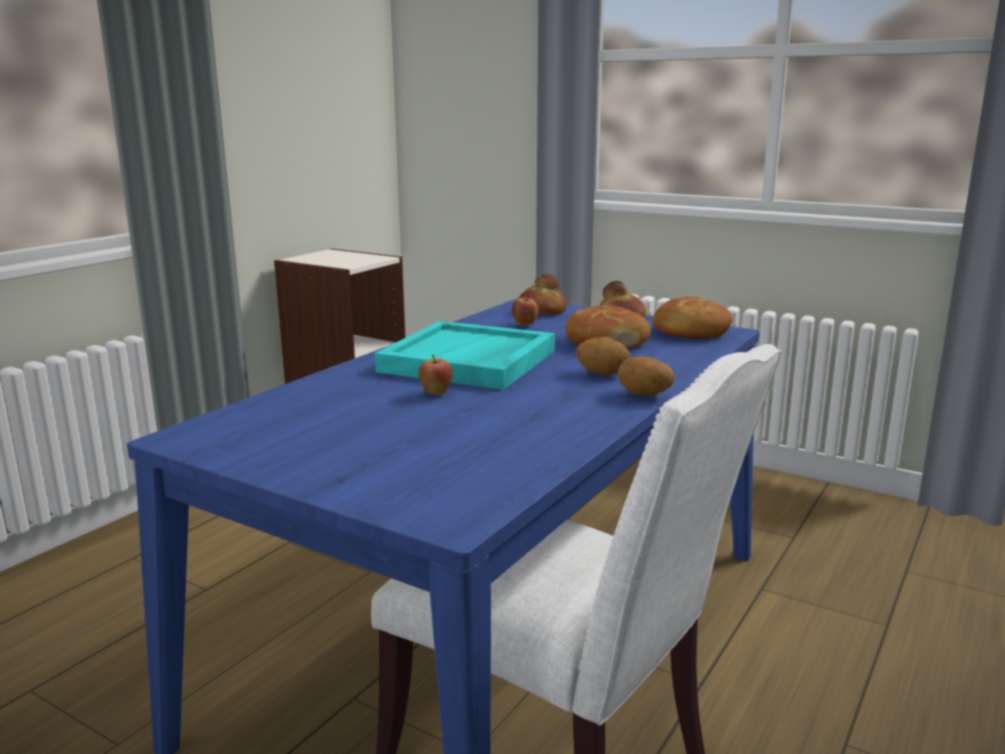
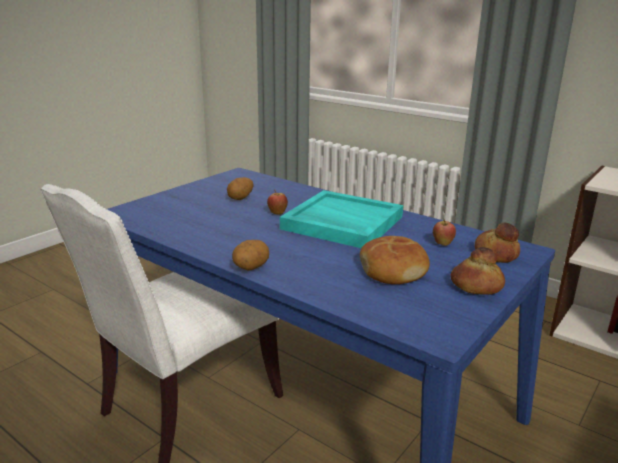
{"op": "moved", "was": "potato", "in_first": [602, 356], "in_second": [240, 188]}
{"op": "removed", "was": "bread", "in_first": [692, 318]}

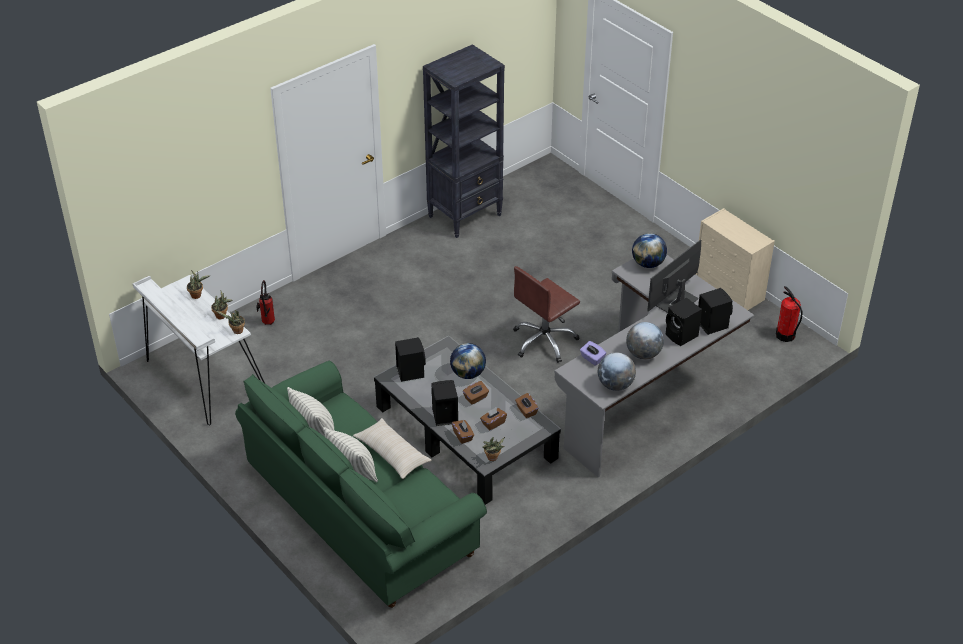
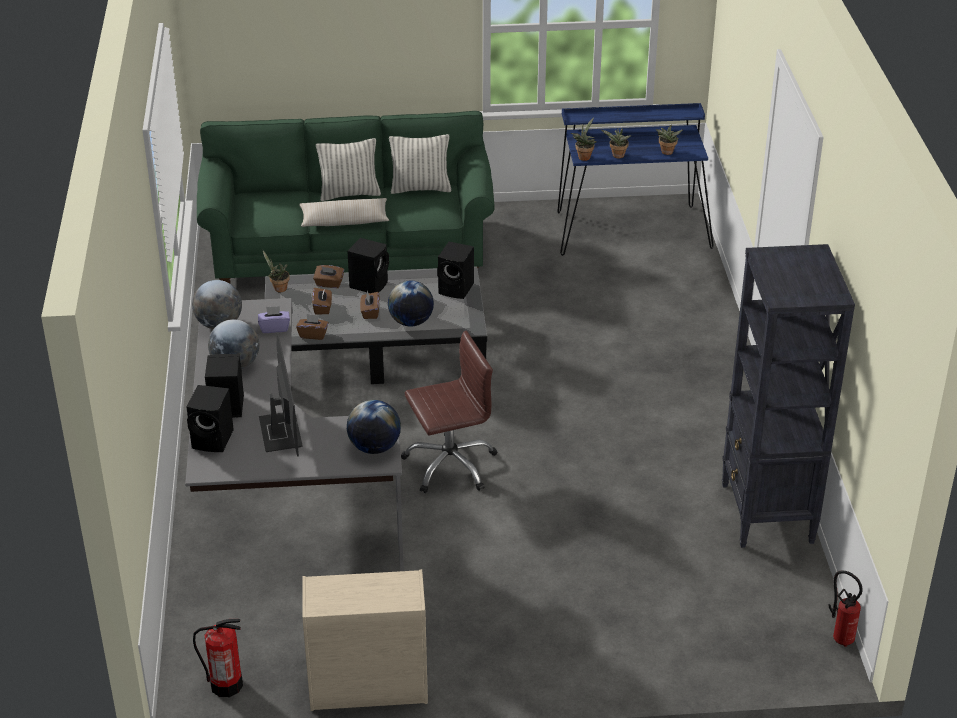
{"op": "recoloured", "was": "white_desk", "now": "blue_desk", "in_first": [199, 350], "in_second": [635, 179]}
{"op": "moved", "was": "fire_extinguisher", "in_first": [265, 302], "in_second": [846, 608]}
{"op": "turned", "was": "brown_office_chair", "in_first": [546, 314], "in_second": [449, 412], "clockwise": 75}

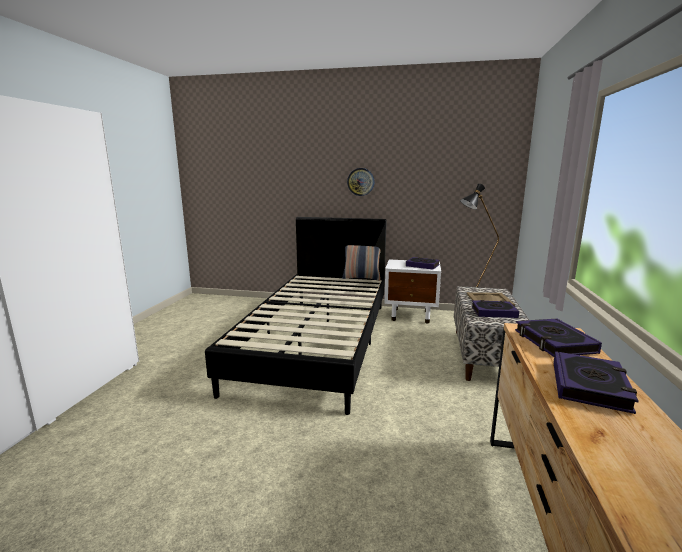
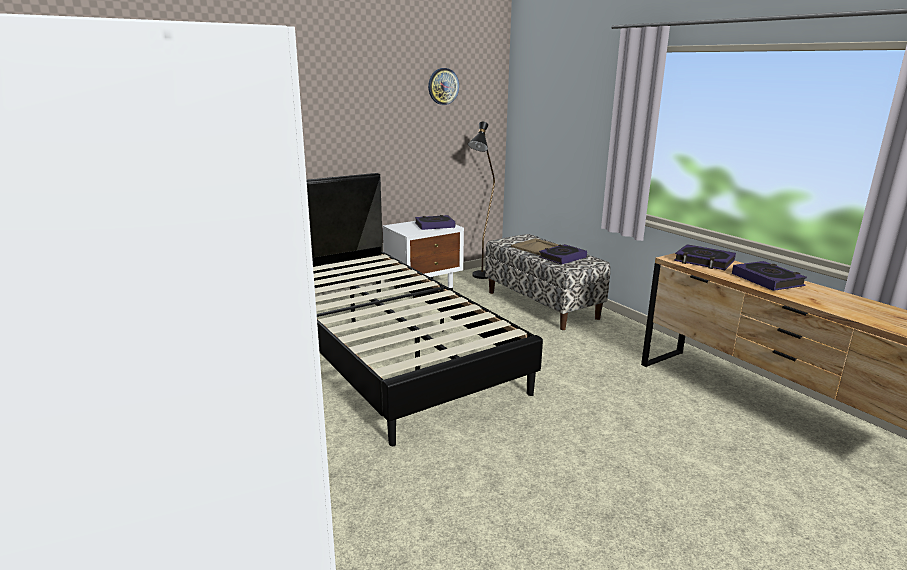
{"op": "removed", "was": "pillow", "in_first": [361, 263]}
{"op": "moved", "was": "wall_clock", "in_first": [360, 182], "in_second": [443, 86]}

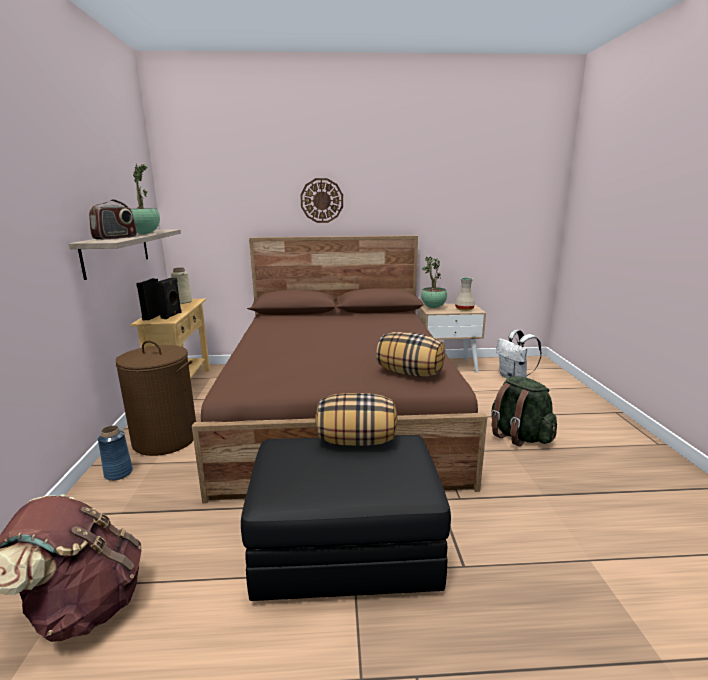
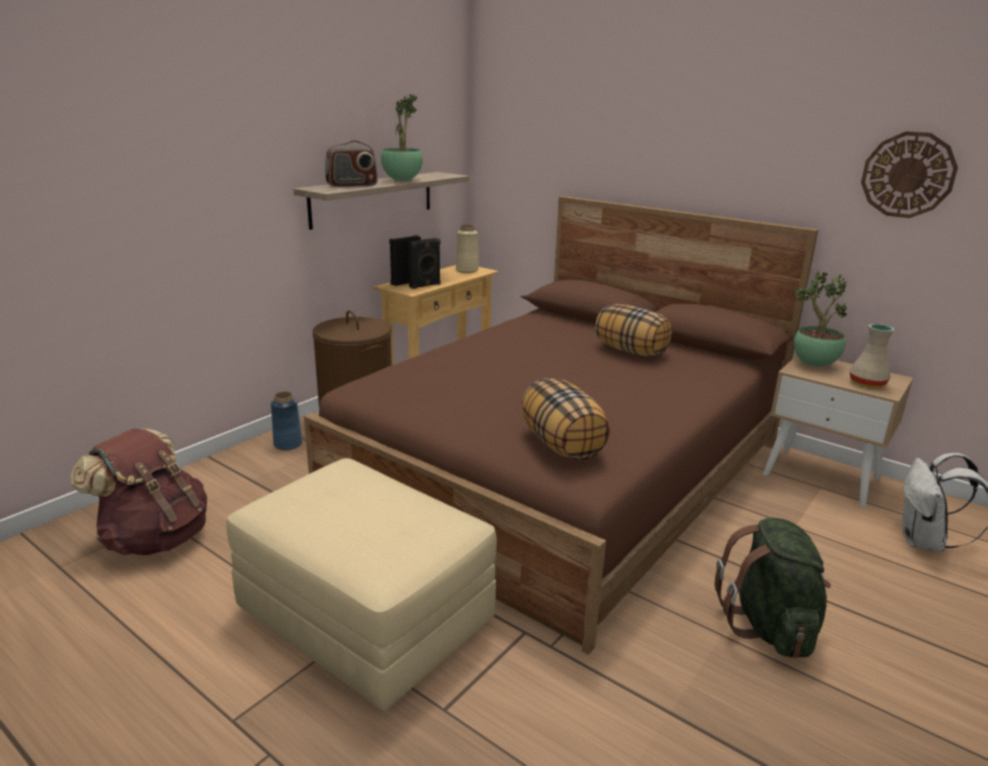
{"op": "recoloured", "was": "black_ottoman", "now": "beige_ottoman", "in_first": [346, 518], "in_second": [362, 584]}
{"op": "moved", "was": "wall_clock", "in_first": [321, 200], "in_second": [909, 174]}
{"op": "moved", "was": "pillow", "in_first": [356, 419], "in_second": [633, 330]}

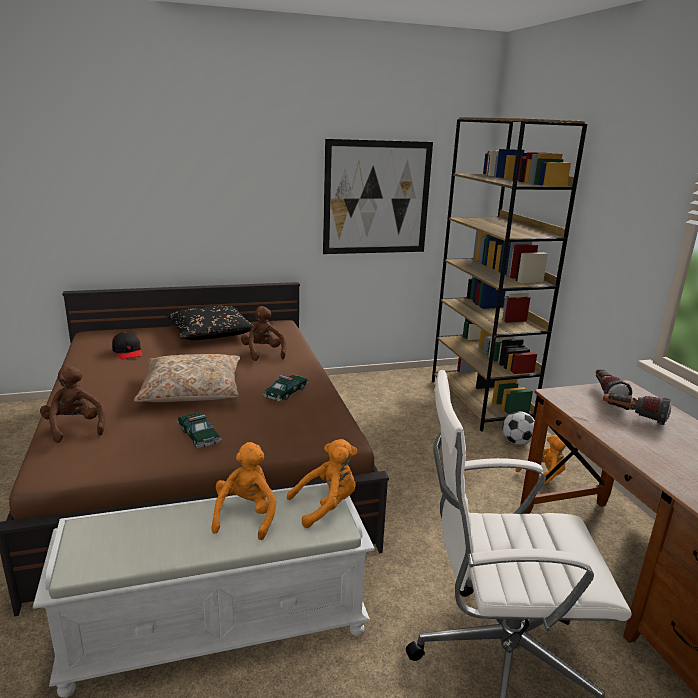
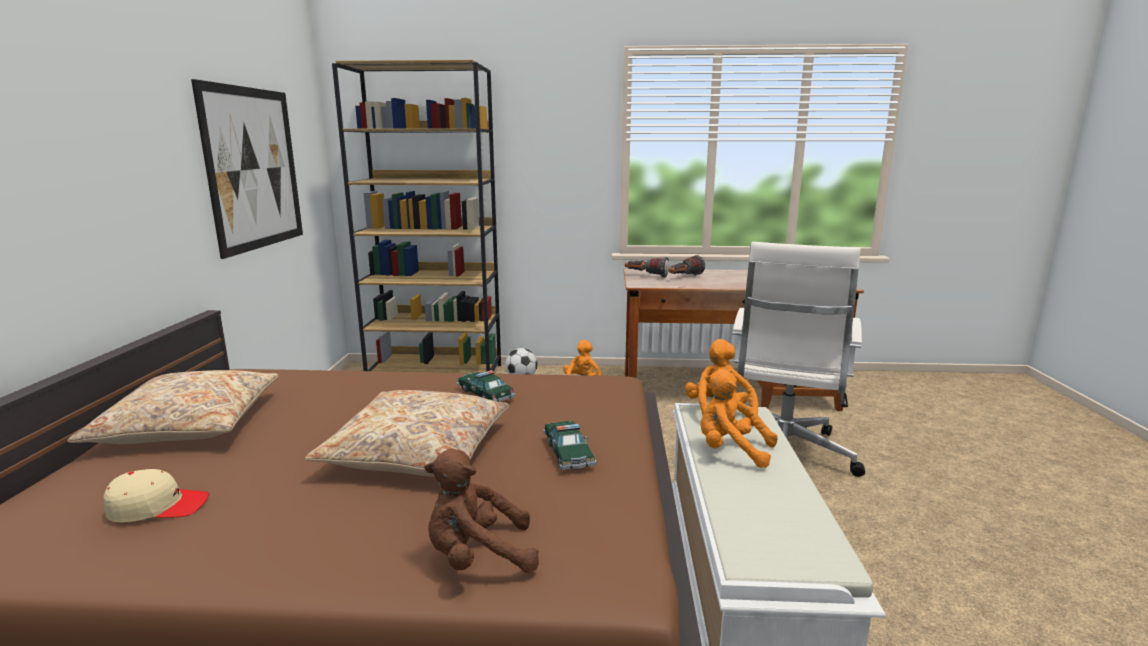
{"op": "recoloured", "was": "black_cap", "now": "beige_cap", "in_first": [127, 346], "in_second": [156, 495]}
{"op": "recoloured", "was": "black_pillow", "now": "beige_pillow", "in_first": [209, 322], "in_second": [173, 407]}
{"op": "turned", "was": "toy_car", "in_first": [199, 430], "in_second": [570, 445], "clockwise": 90}
{"op": "removed", "was": "brown_plush_toy", "in_first": [263, 333]}

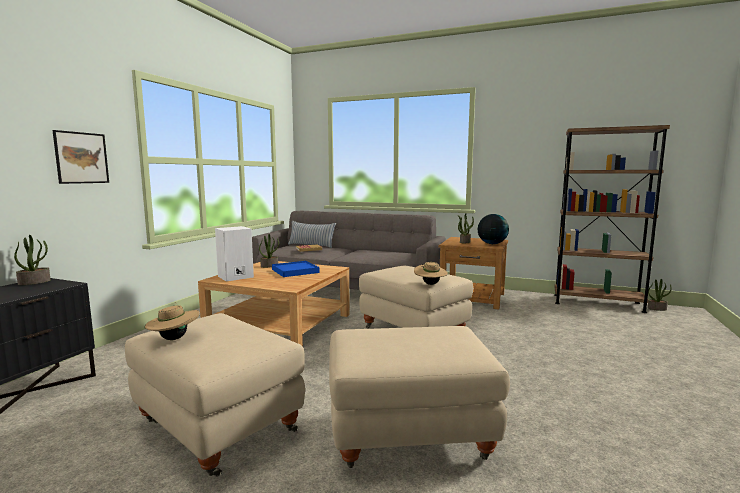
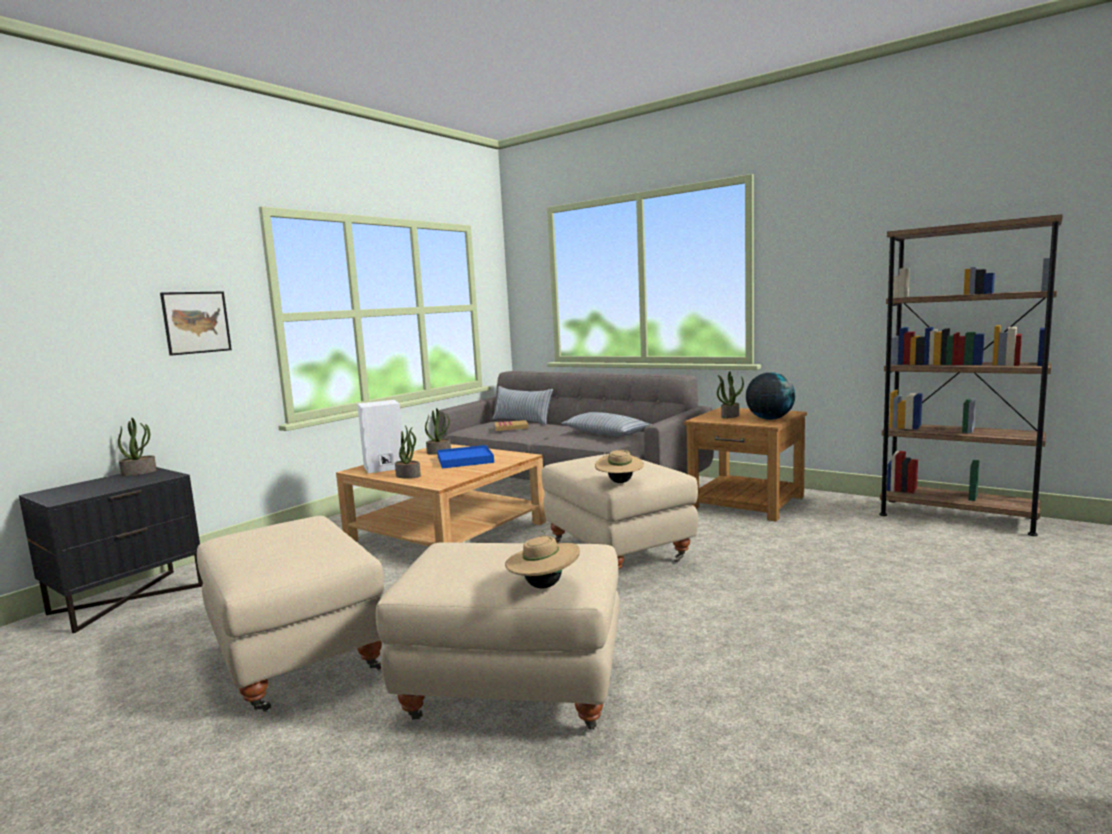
{"op": "moved", "was": "beige_hat", "in_first": [172, 321], "in_second": [542, 559]}
{"op": "moved", "was": "potted_plant", "in_first": [659, 295], "in_second": [408, 452]}
{"op": "added", "now": "pillow", "in_second": [606, 424]}

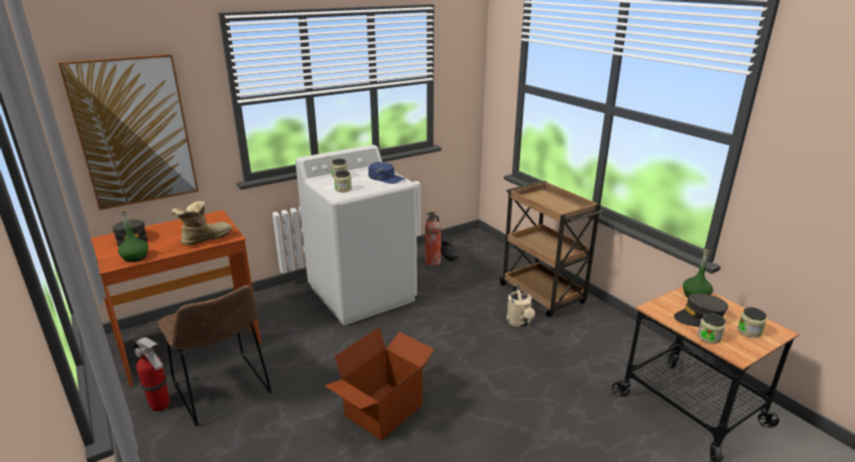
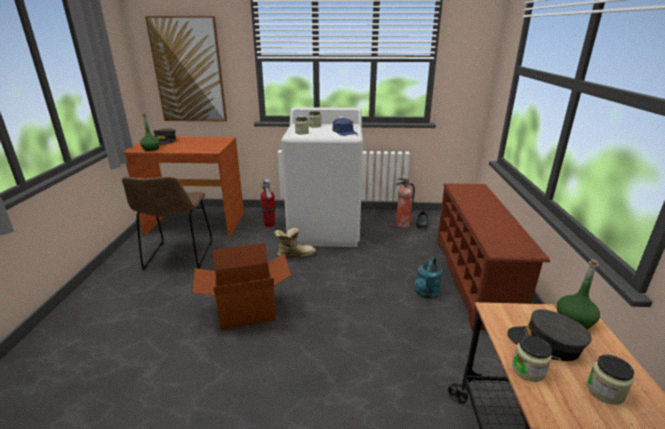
{"op": "moved", "was": "fire_extinguisher", "in_first": [151, 374], "in_second": [268, 203]}
{"op": "moved", "was": "boot", "in_first": [201, 223], "in_second": [295, 243]}
{"op": "replaced", "was": "brown_cart", "now": "brown_shoe_rack", "in_first": [551, 249], "in_second": [493, 258]}
{"op": "recoloured", "was": "beige_watering_can", "now": "turquoise_watering_can", "in_first": [520, 306], "in_second": [428, 278]}

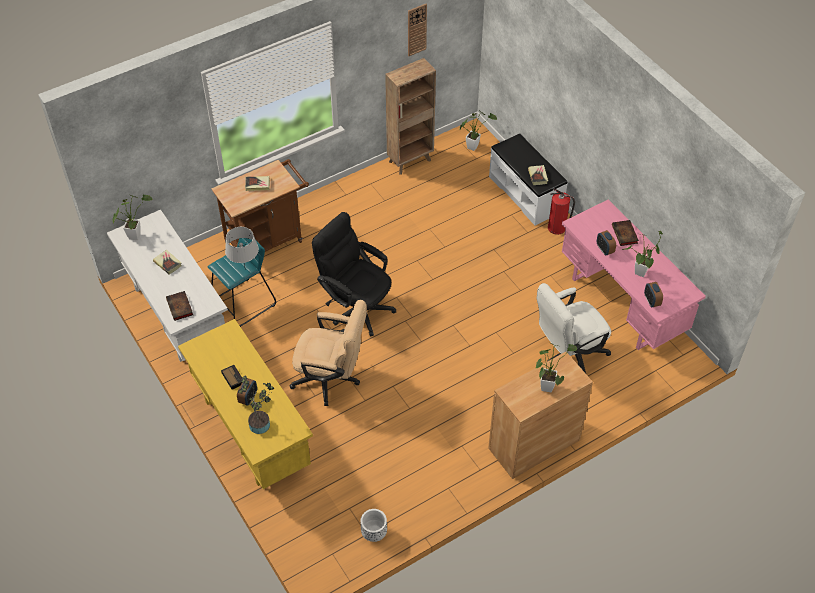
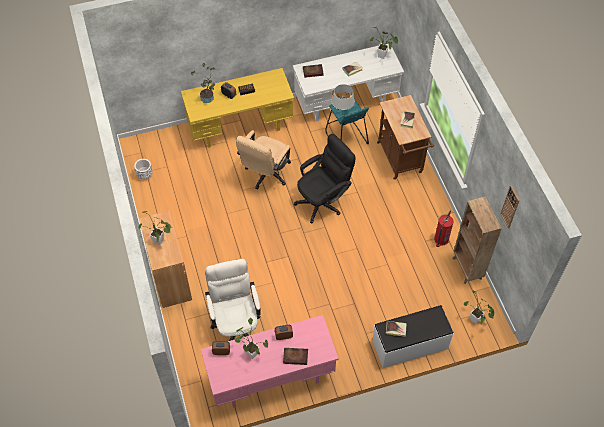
{"op": "moved", "was": "fire_extinguisher", "in_first": [561, 211], "in_second": [444, 228]}

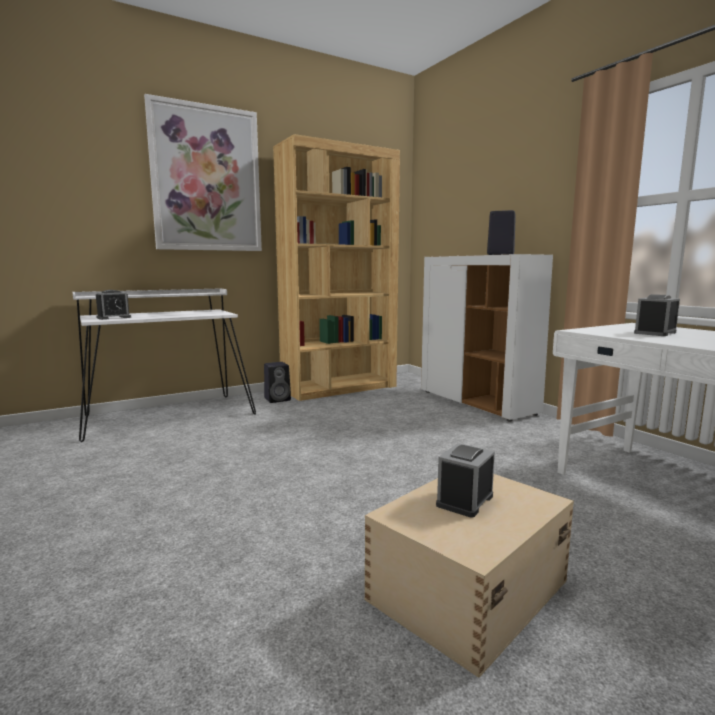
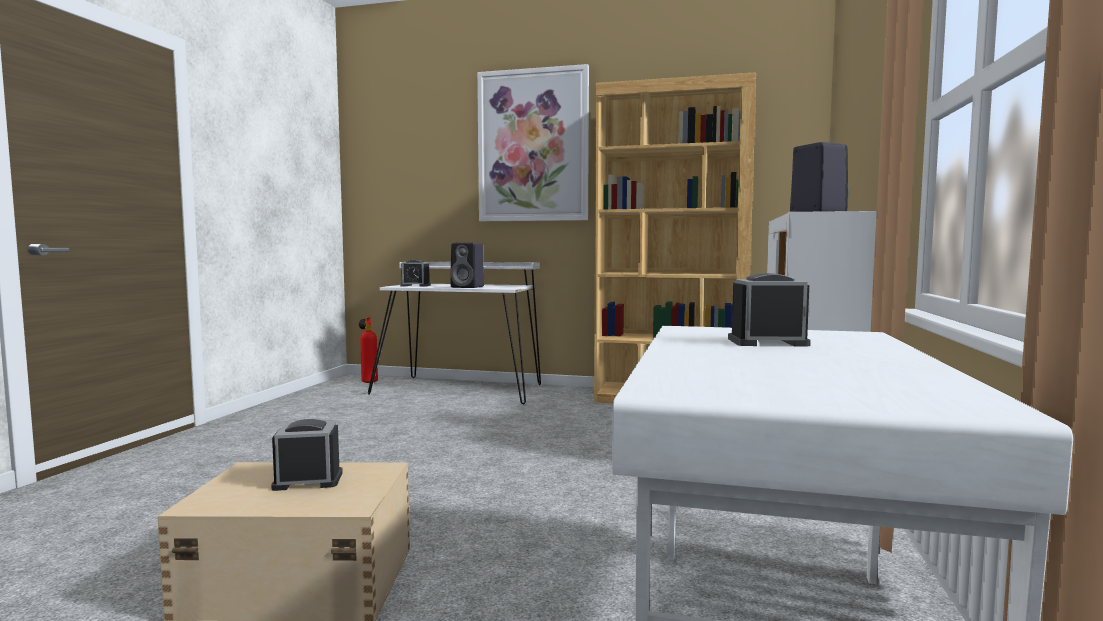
{"op": "moved", "was": "black_speaker", "in_first": [277, 382], "in_second": [467, 265]}
{"op": "added", "now": "fire_extinguisher", "in_second": [368, 350]}

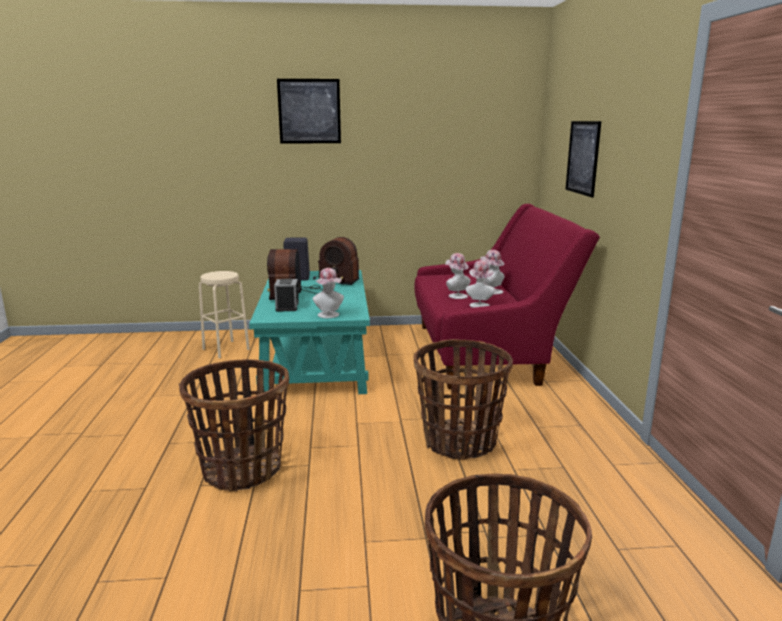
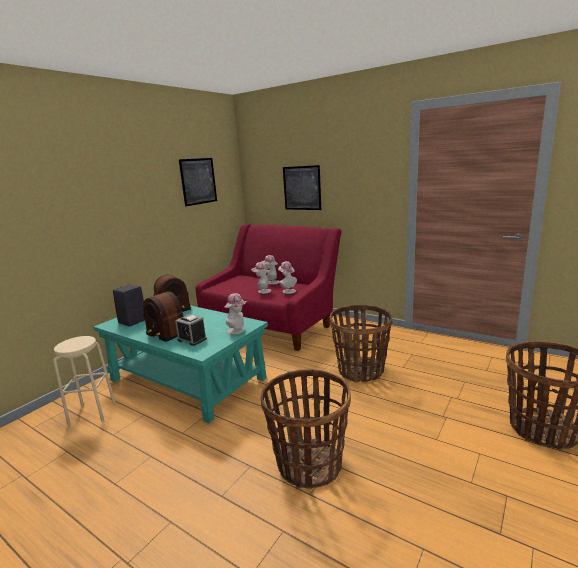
{"op": "moved", "was": "picture", "in_first": [309, 111], "in_second": [198, 182]}

